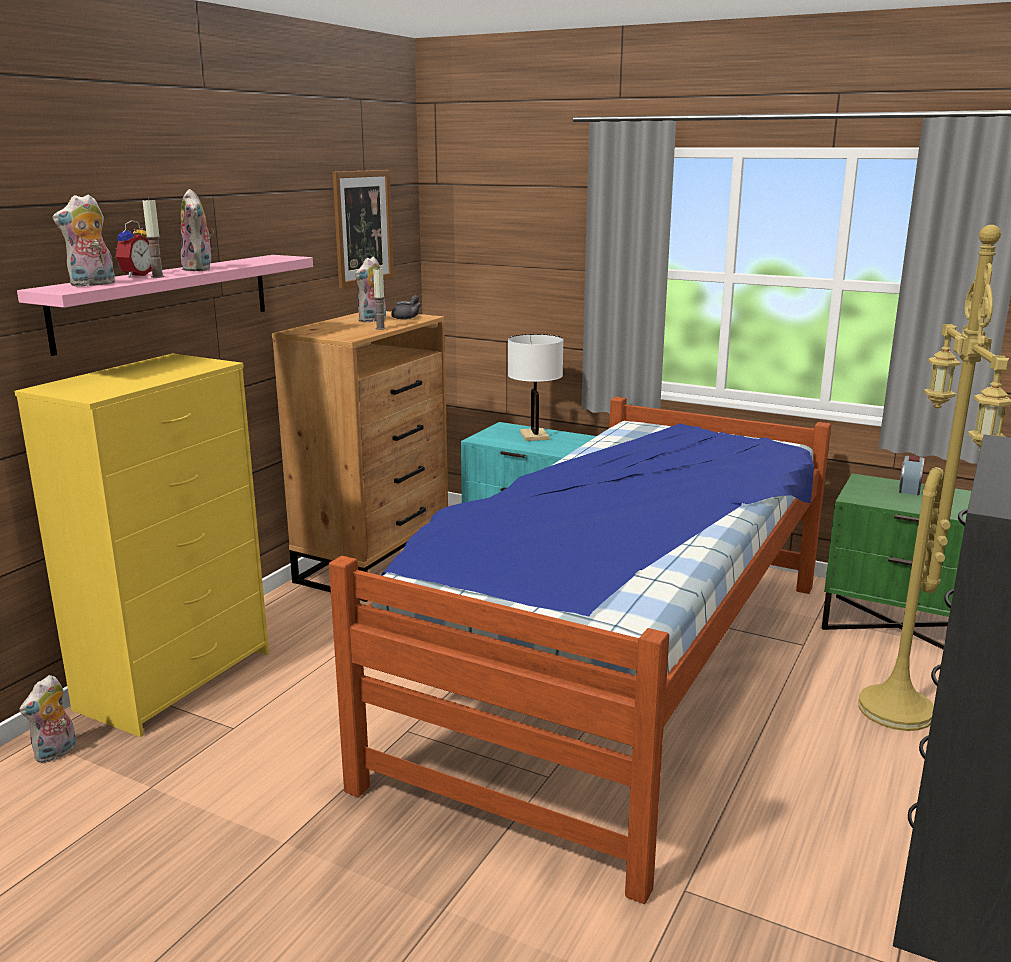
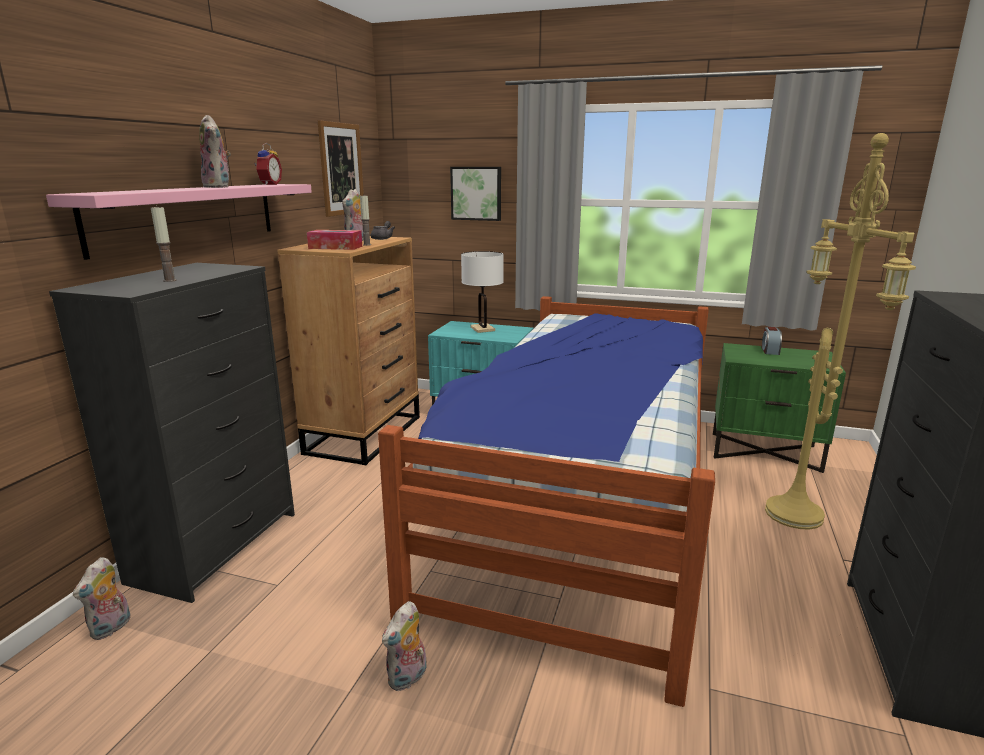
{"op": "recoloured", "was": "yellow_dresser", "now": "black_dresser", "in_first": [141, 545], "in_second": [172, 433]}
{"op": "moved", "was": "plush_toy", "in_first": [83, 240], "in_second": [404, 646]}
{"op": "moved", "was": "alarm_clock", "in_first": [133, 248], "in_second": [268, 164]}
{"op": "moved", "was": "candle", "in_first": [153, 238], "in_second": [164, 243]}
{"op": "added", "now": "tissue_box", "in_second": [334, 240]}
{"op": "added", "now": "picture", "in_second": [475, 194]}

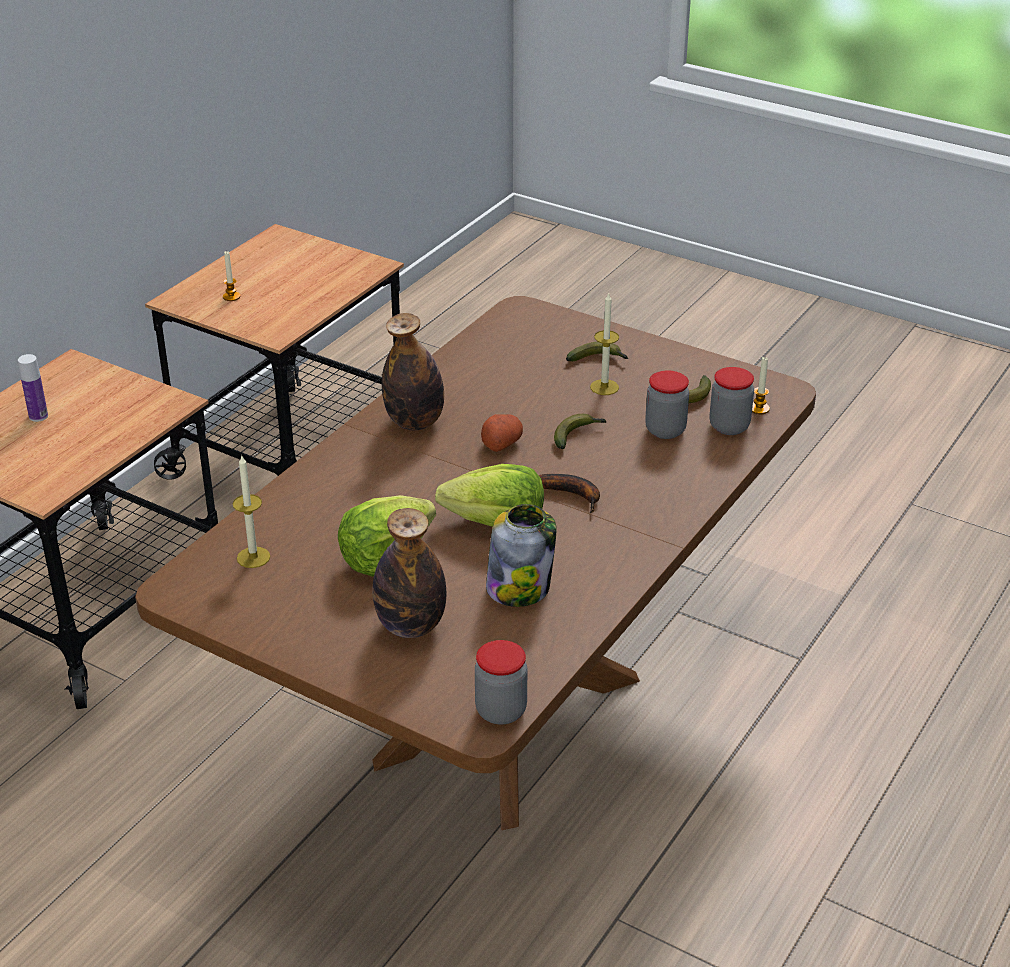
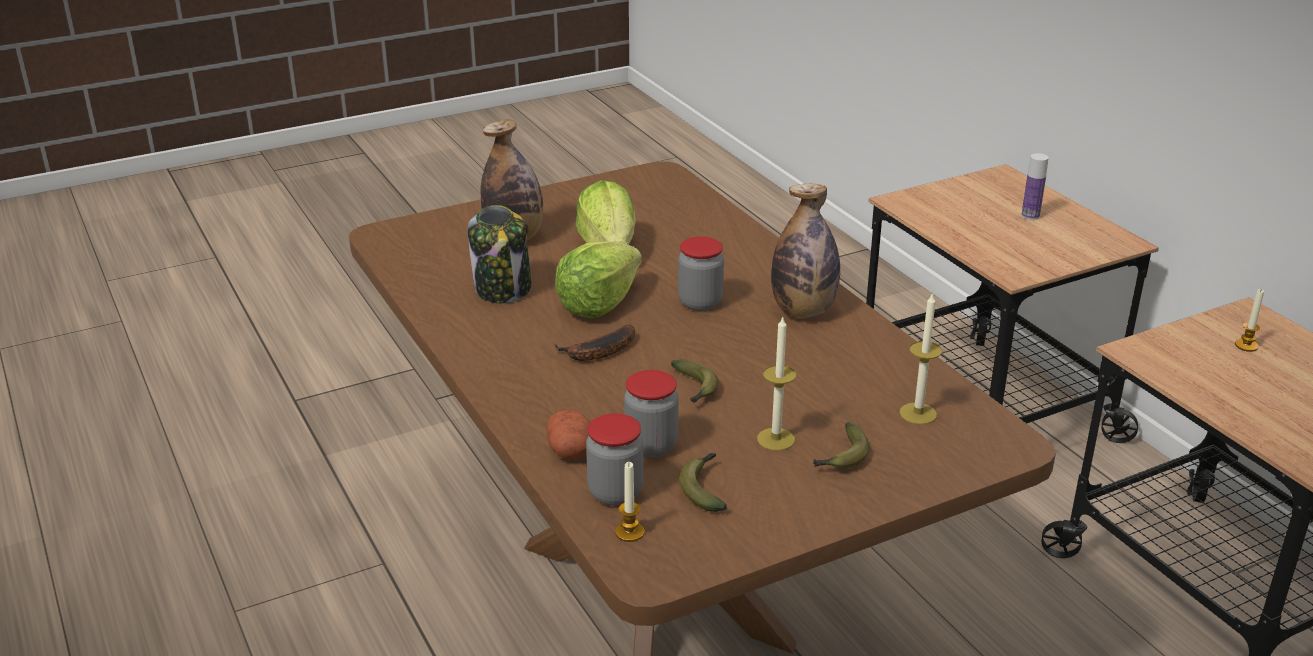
{"op": "moved", "was": "candle", "in_first": [251, 511], "in_second": [921, 358]}
{"op": "moved", "was": "jar", "in_first": [501, 682], "in_second": [701, 273]}
{"op": "moved", "was": "potato", "in_first": [502, 433], "in_second": [568, 434]}

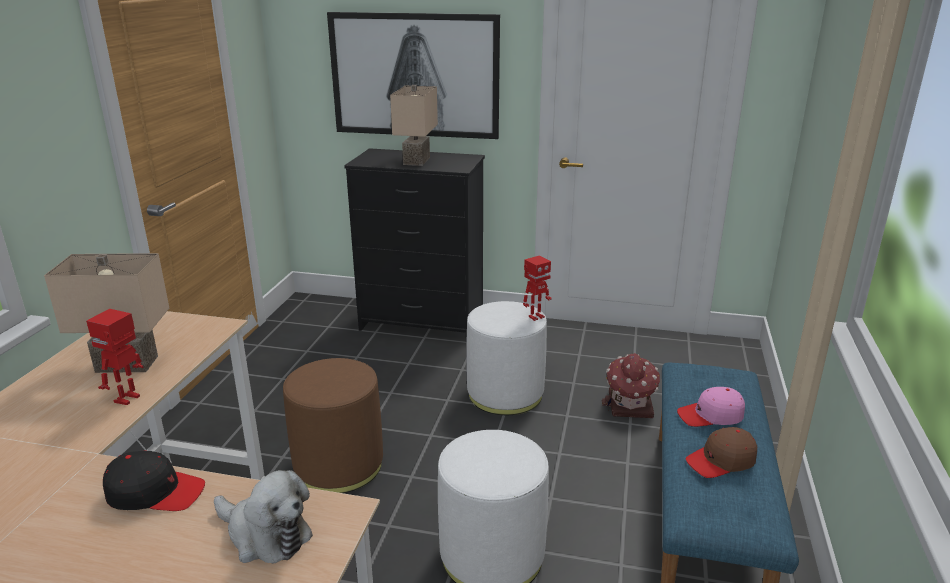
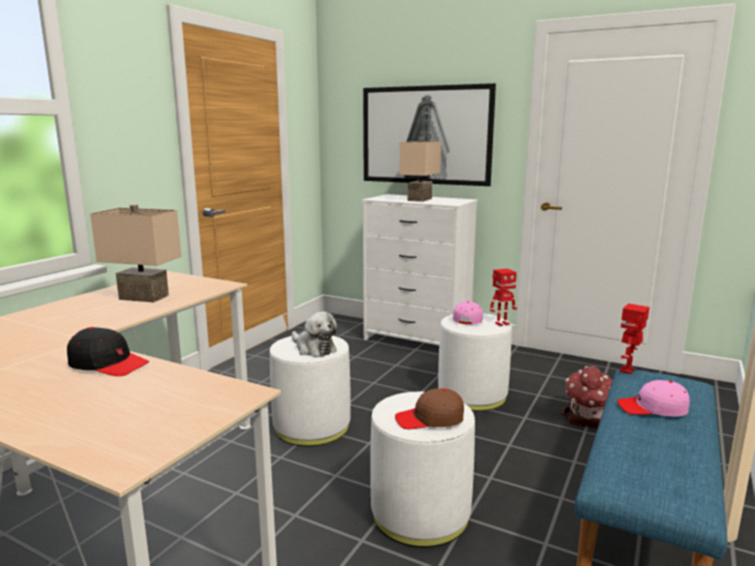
{"op": "moved", "was": "toy_robot", "in_first": [114, 357], "in_second": [634, 338]}
{"op": "moved", "was": "plush_toy", "in_first": [263, 517], "in_second": [314, 334]}
{"op": "recoloured", "was": "brown_ottoman", "now": "white_ottoman", "in_first": [333, 425], "in_second": [310, 390]}
{"op": "recoloured", "was": "black_dresser", "now": "white_dresser", "in_first": [414, 245], "in_second": [420, 269]}
{"op": "moved", "was": "brown_cap", "in_first": [721, 452], "in_second": [429, 408]}
{"op": "added", "now": "pink_cap", "in_second": [468, 312]}

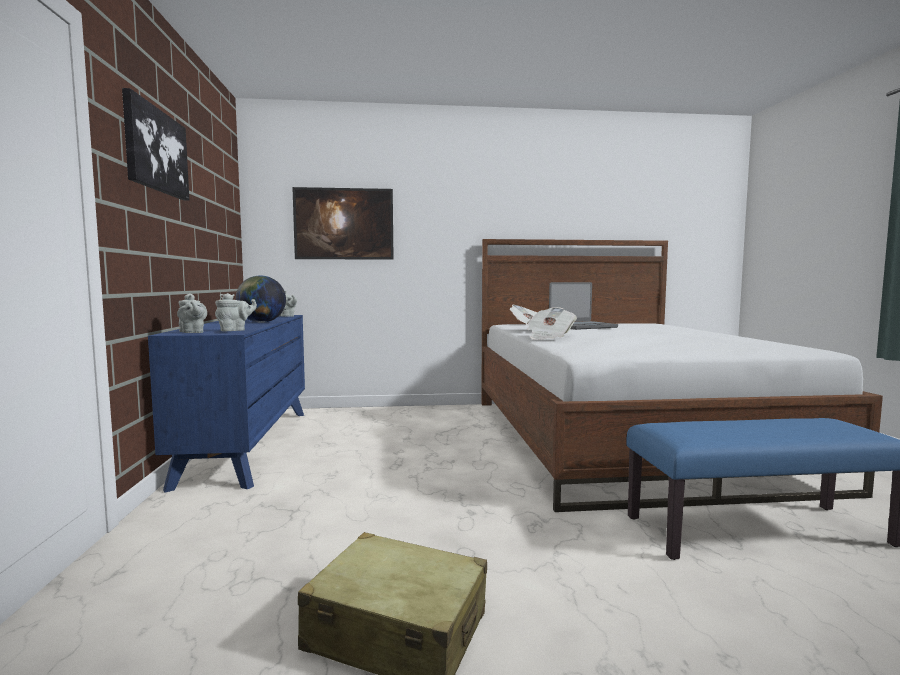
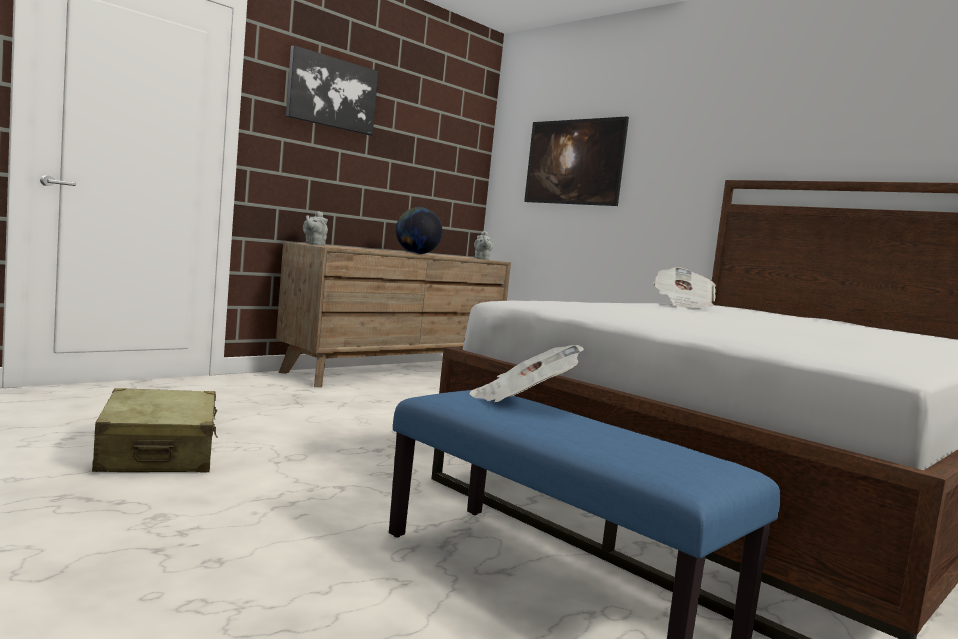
{"op": "recoloured", "was": "blue_dresser", "now": "brown_dresser", "in_first": [226, 404], "in_second": [393, 315]}
{"op": "removed", "was": "grey_teapot", "in_first": [236, 312]}
{"op": "moved", "was": "newspaper", "in_first": [552, 323], "in_second": [527, 373]}
{"op": "removed", "was": "laptop", "in_first": [583, 306]}

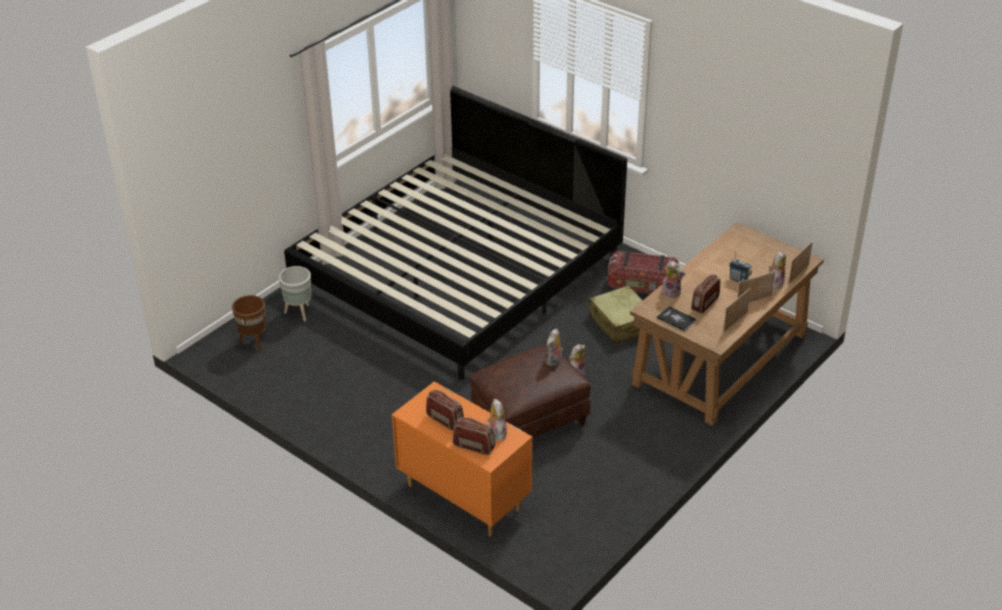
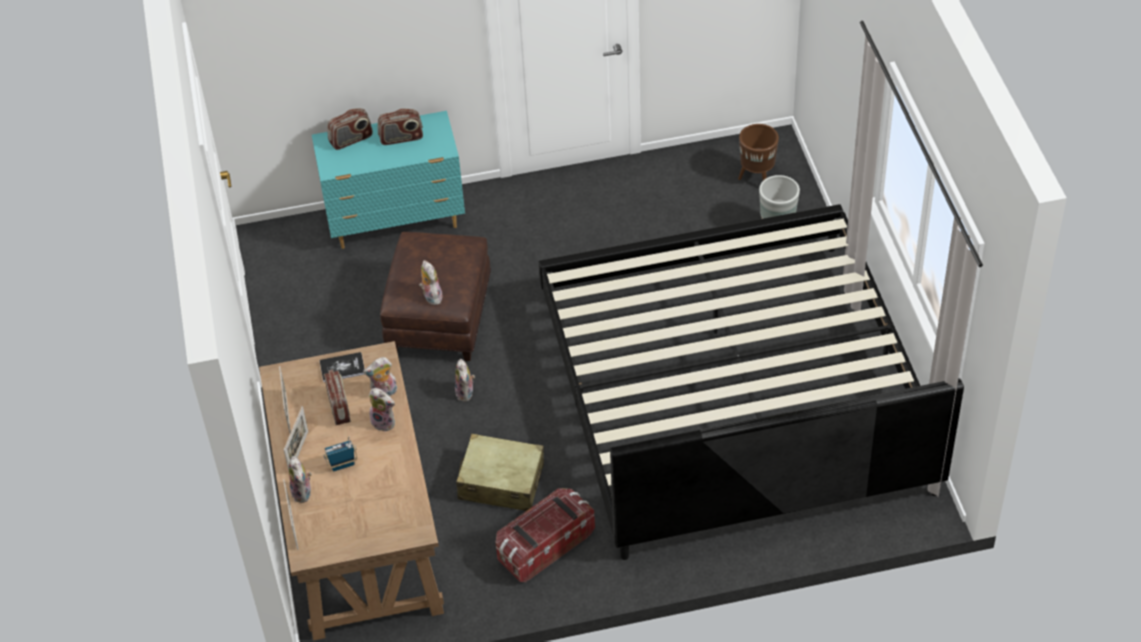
{"op": "recoloured", "was": "orange_dresser", "now": "turquoise_dresser", "in_first": [462, 459], "in_second": [388, 180]}
{"op": "moved", "was": "plush_toy", "in_first": [497, 420], "in_second": [382, 410]}

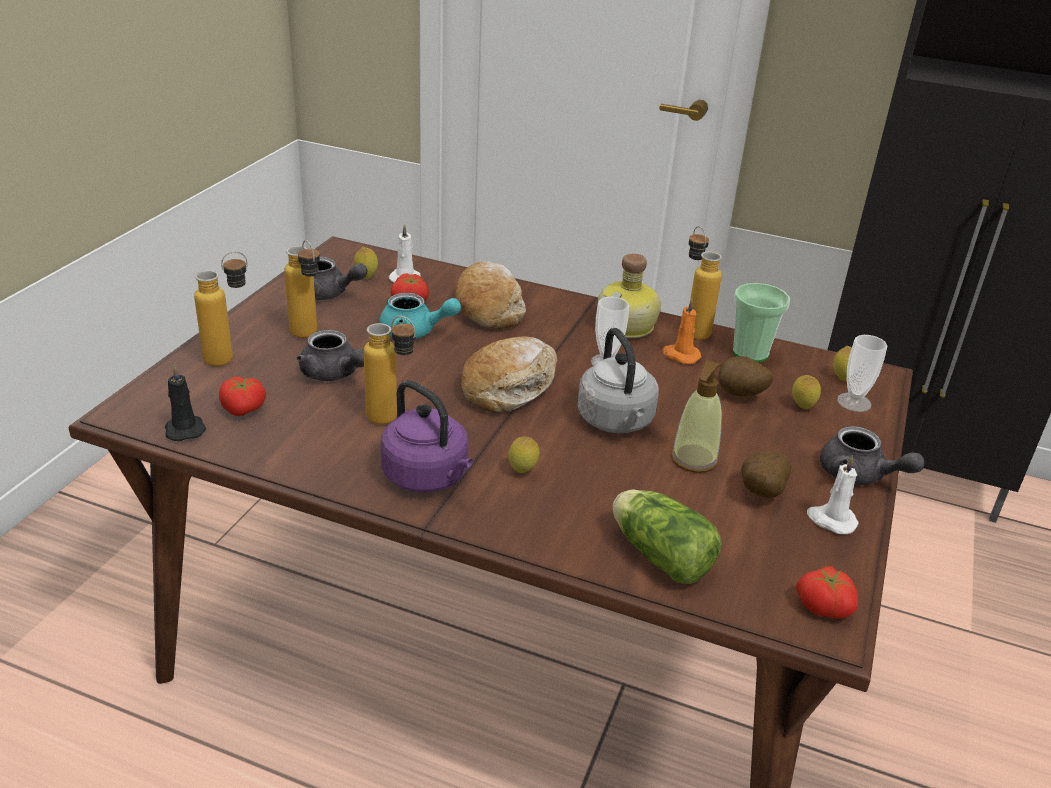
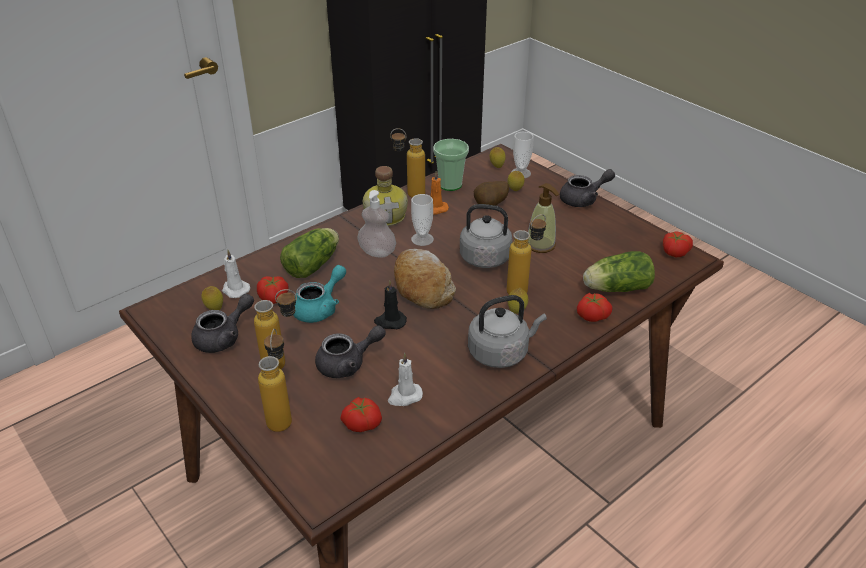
{"op": "moved", "was": "black_candle", "in_first": [185, 403], "in_second": [390, 304]}
{"op": "moved", "was": "bottle", "in_first": [390, 370], "in_second": [526, 254]}
{"op": "recoloured", "was": "purple_kettle", "now": "grey_kettle", "in_first": [427, 436], "in_second": [507, 331]}
{"op": "replaced", "was": "bread", "now": "lettuce", "in_first": [490, 295], "in_second": [309, 253]}
{"op": "removed", "was": "potato", "in_first": [766, 474]}
{"op": "moved", "was": "white_candle", "in_first": [833, 495], "in_second": [405, 379]}
{"op": "added", "now": "soap_dispenser", "in_second": [376, 223]}
{"op": "added", "now": "tomato", "in_second": [594, 307]}

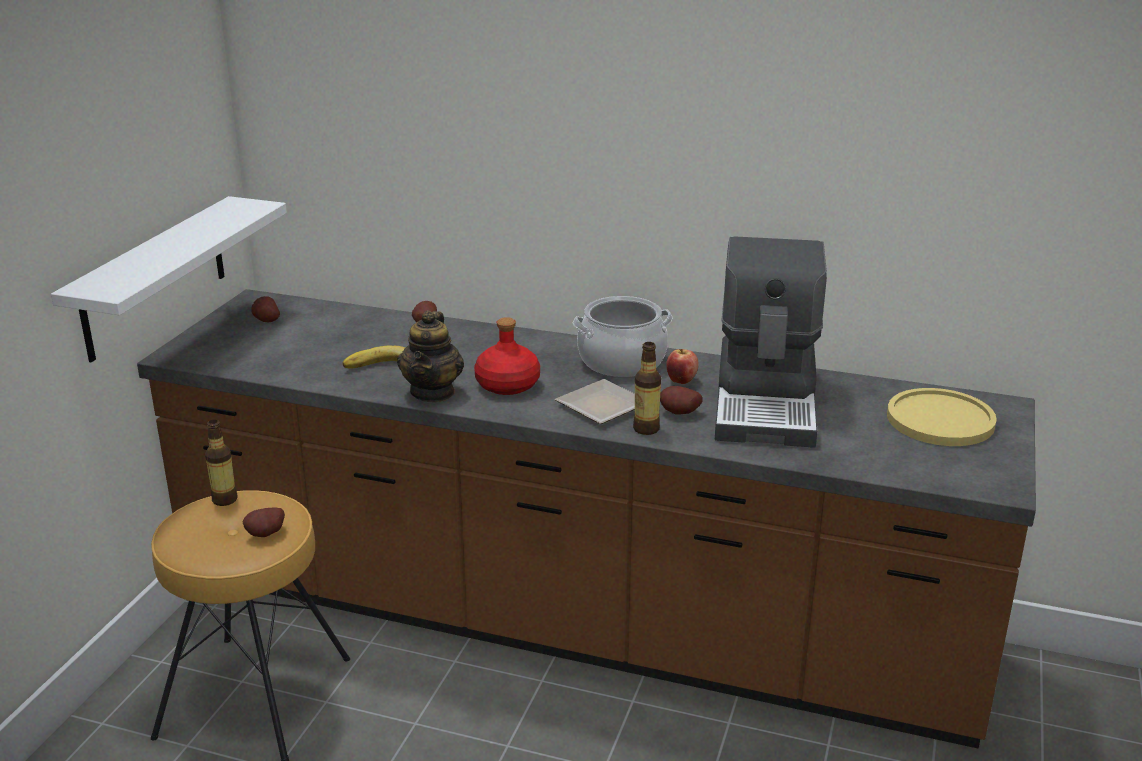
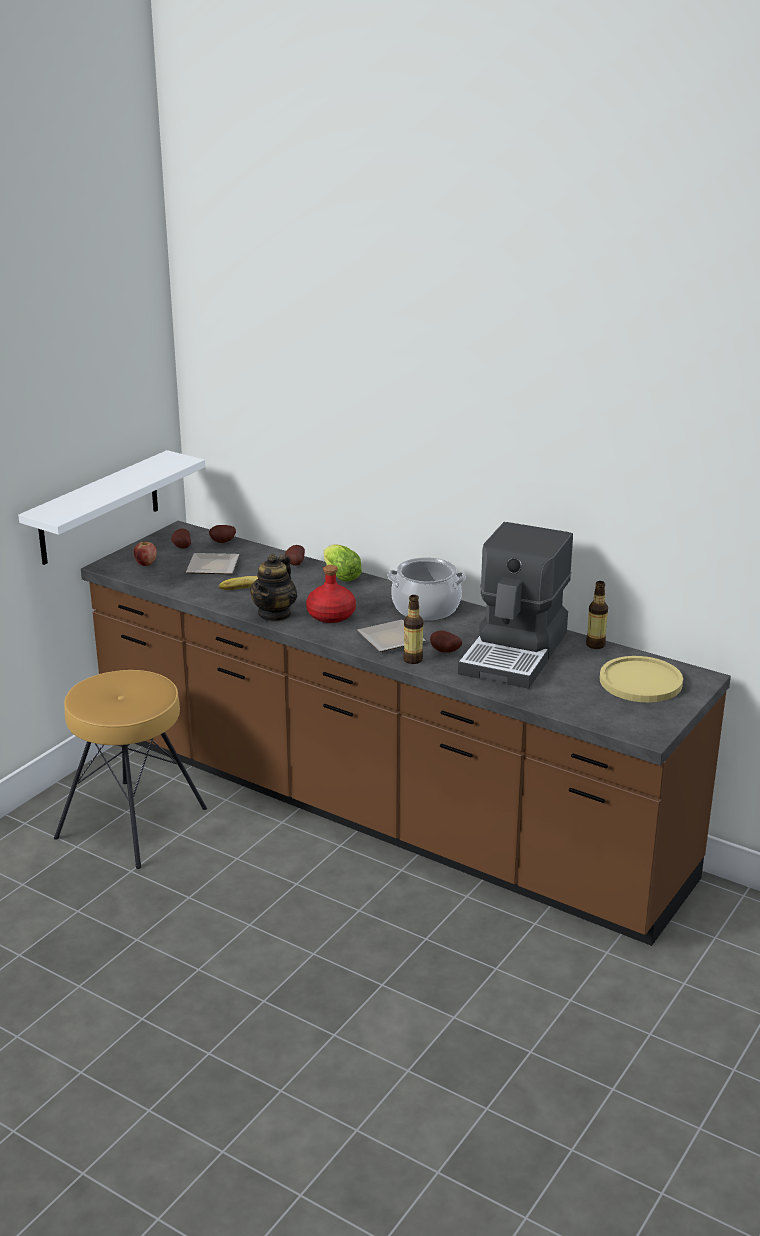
{"op": "moved", "was": "bottle", "in_first": [221, 463], "in_second": [597, 615]}
{"op": "moved", "was": "potato", "in_first": [264, 522], "in_second": [222, 534]}
{"op": "moved", "was": "apple", "in_first": [682, 366], "in_second": [145, 553]}
{"op": "added", "now": "plate", "in_second": [212, 563]}
{"op": "added", "now": "lettuce", "in_second": [342, 562]}

